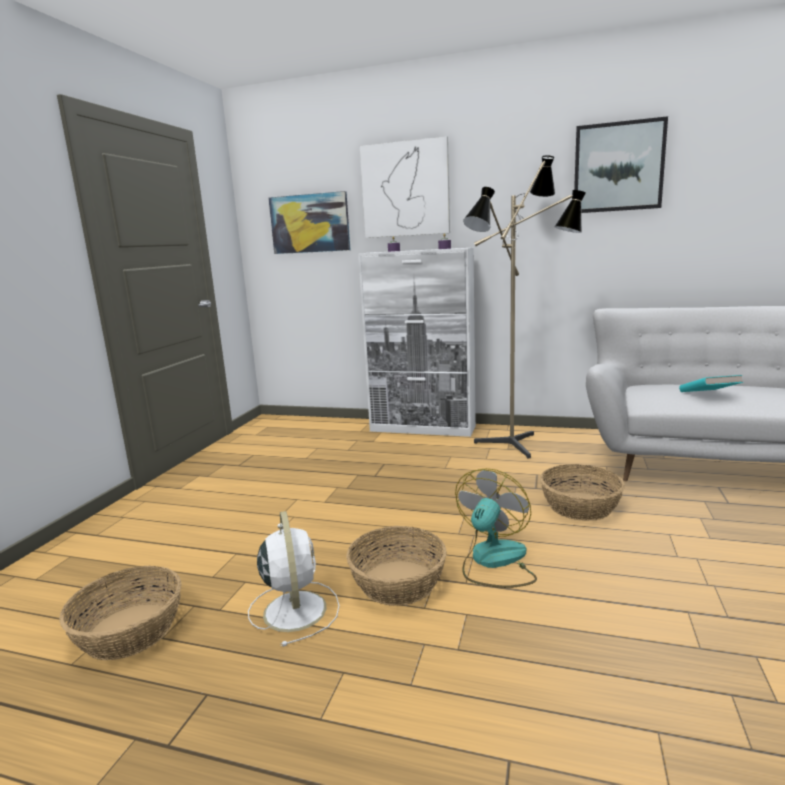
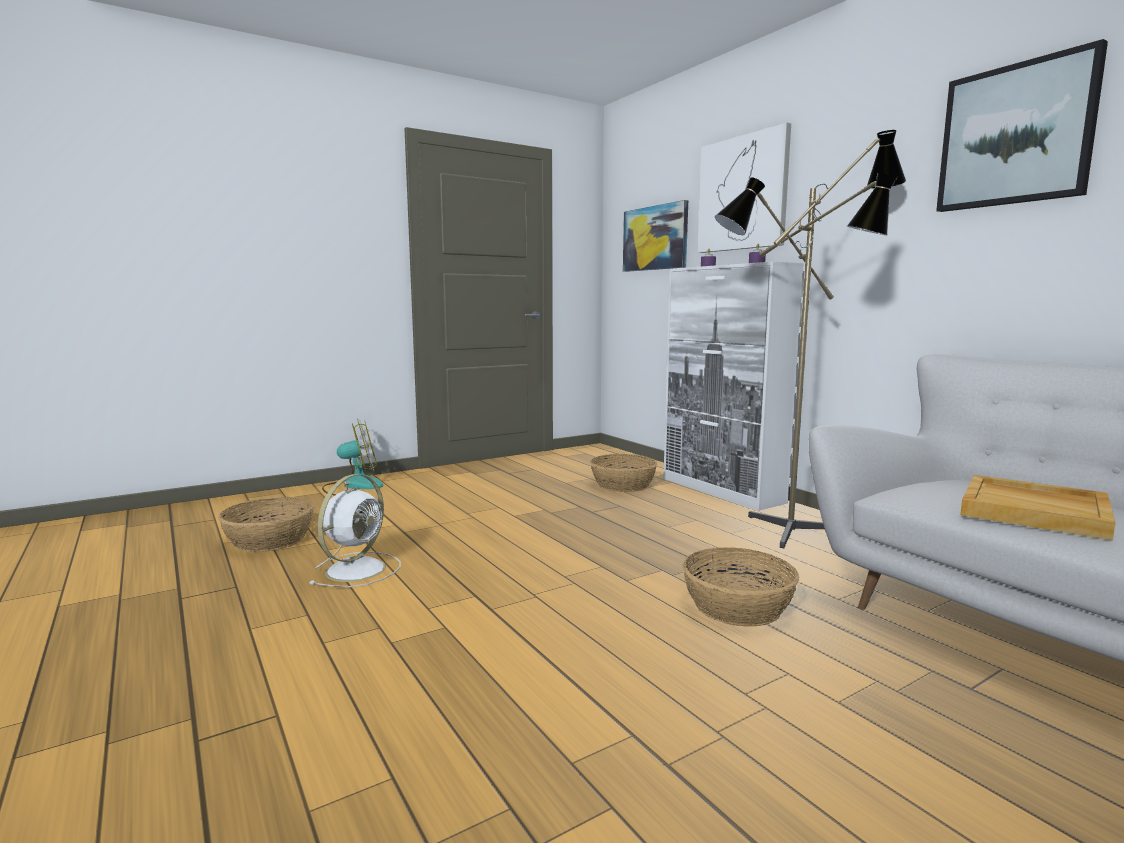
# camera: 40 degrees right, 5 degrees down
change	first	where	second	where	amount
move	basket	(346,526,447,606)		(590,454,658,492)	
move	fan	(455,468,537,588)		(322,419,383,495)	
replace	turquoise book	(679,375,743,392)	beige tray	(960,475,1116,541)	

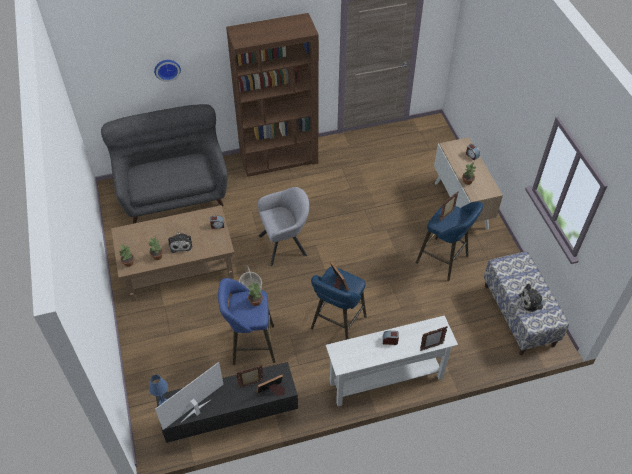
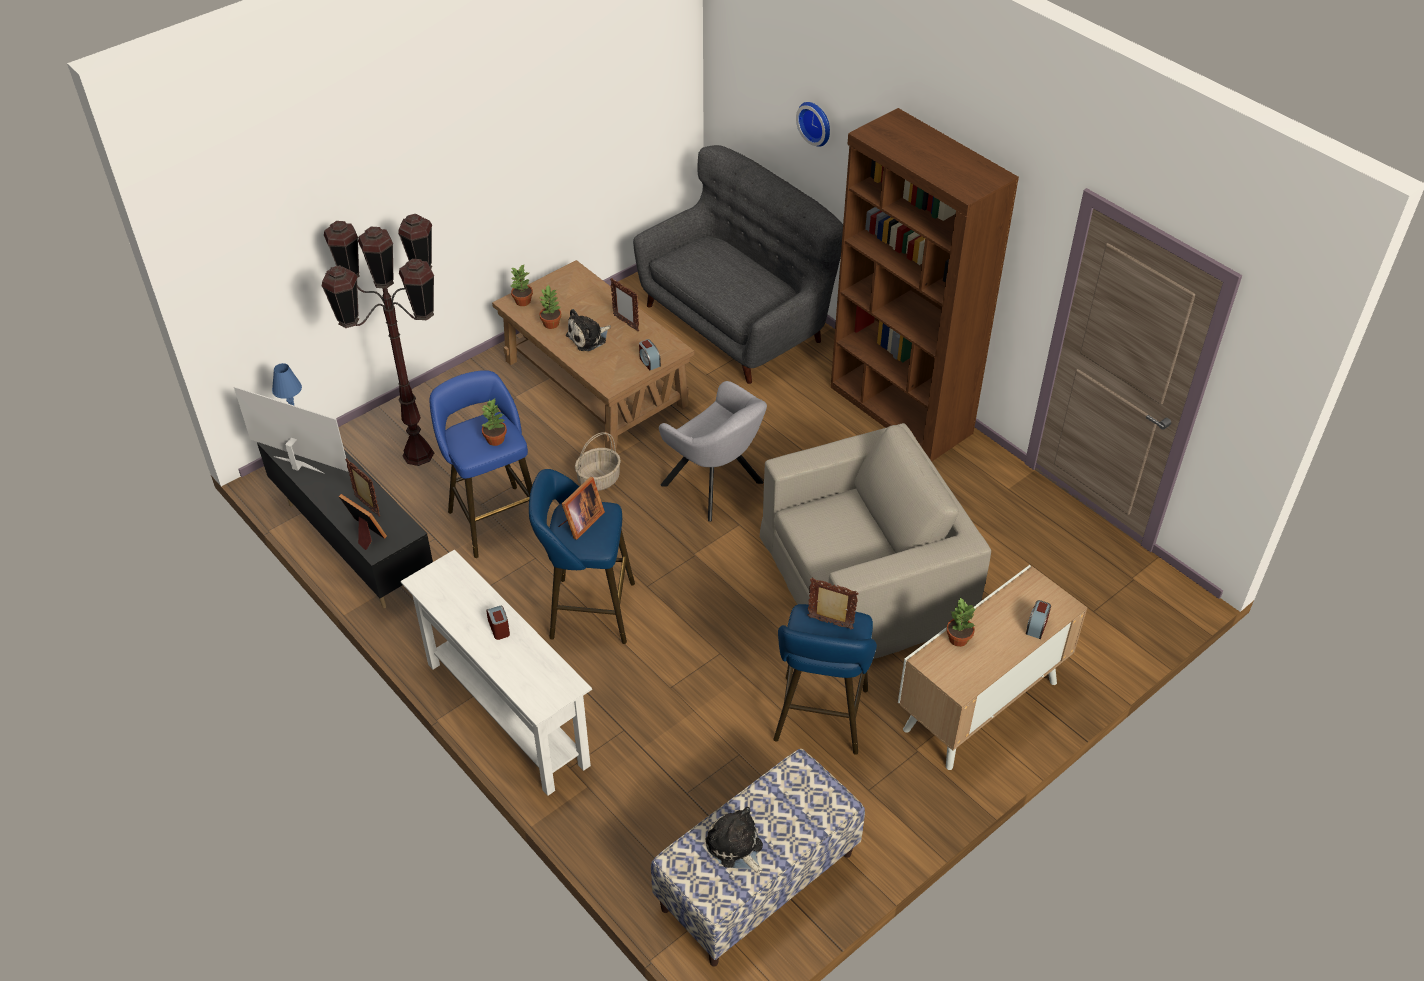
# camera: 65 degrees right, 5 degrees down
change	first	where	second	where	amount
move	picture frame	(420,326,448,351)		(610,278,639,332)	
insert			brown floor lamp	(321,214,434,466)	
insert			beige armchair	(760,423,991,659)	

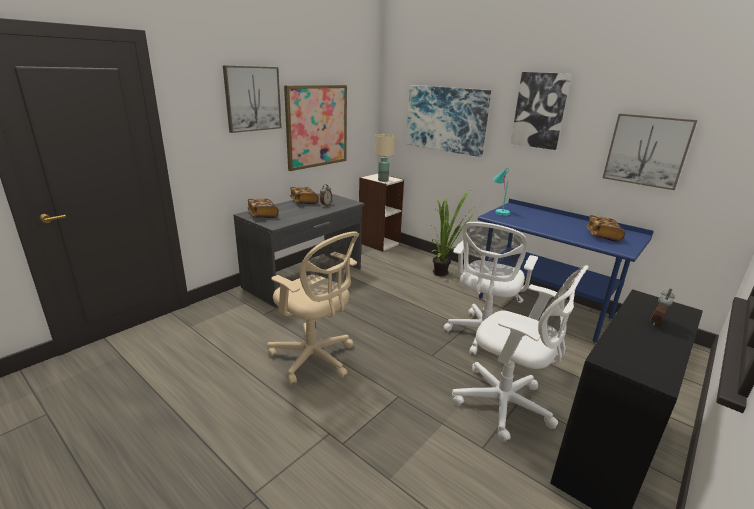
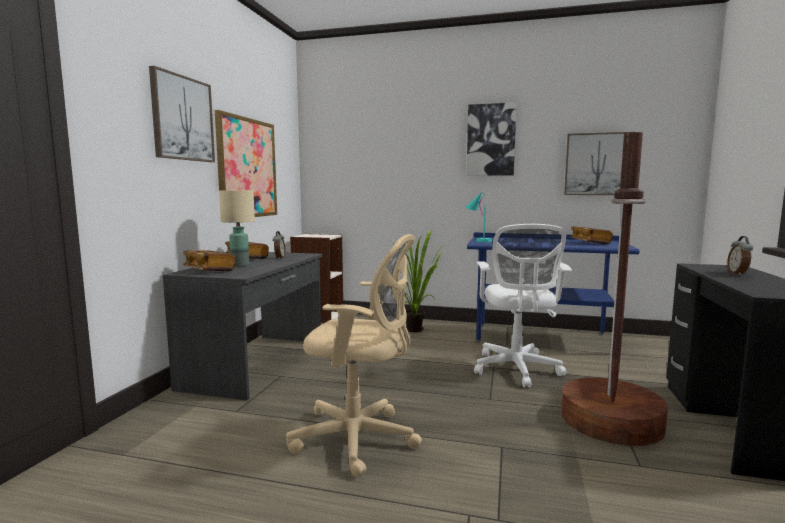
# camera: 25 degrees left, 15 degrees down
change	first	where	second	where	amount
move	beige table lamp	(375,134,395,182)		(219,191,255,267)	
delete	picture	(406,85,491,157)			
replace	white office chair	(452,265,589,442)	brown floor lamp	(561,132,668,446)	

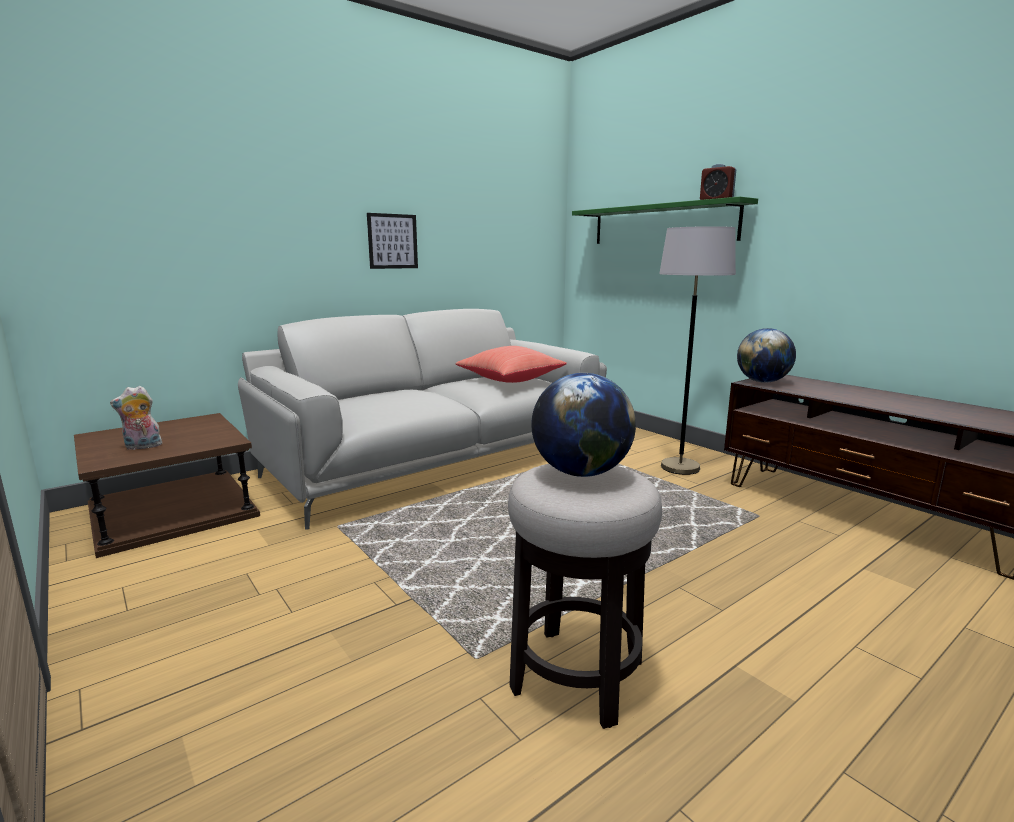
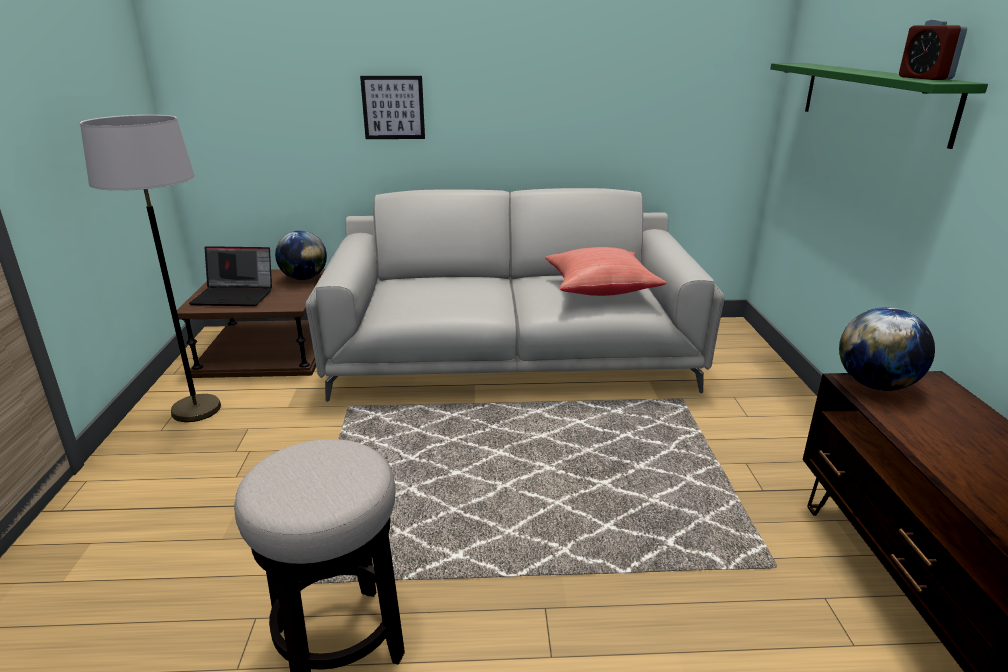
# camera: 35 degrees right, 10 degrees up
change	first	where	second	where	amount
replace	plush toy	(110,386,162,450)	laptop	(189,246,272,306)	
move	picture	(367,213,418,269)		(360,76,425,139)	
move	globe	(531,373,636,477)		(275,230,327,280)	
move	grey floor lamp	(659,226,736,475)		(80,115,221,422)	

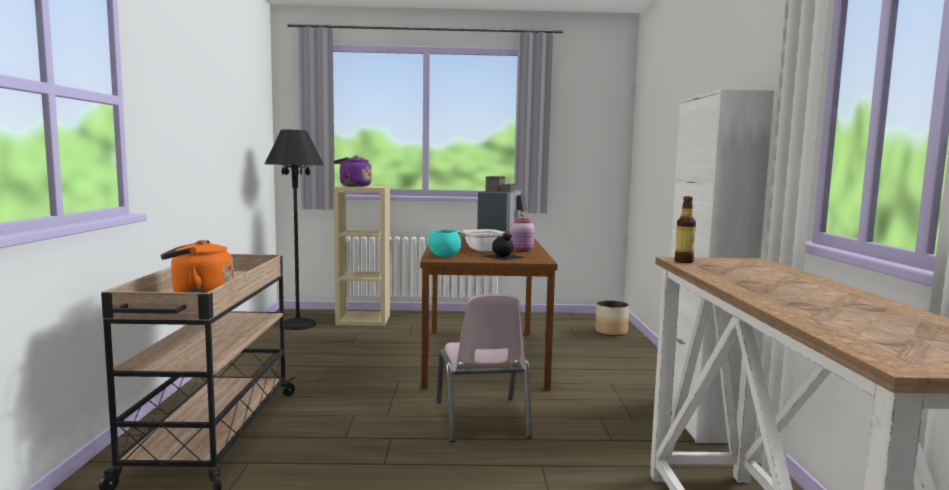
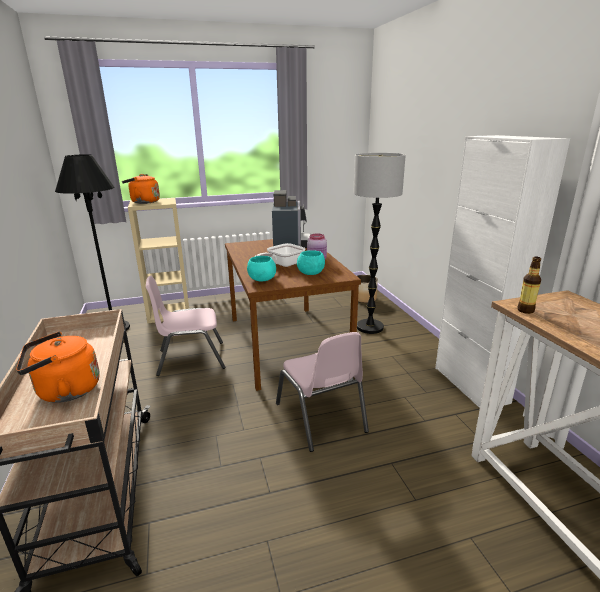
# camera: 15 degrees left, 15 degrees up
change	first	where	second	where	amount
recolor	purple kettle	(333,155,372,187)	orange kettle	(122,174,160,204)	
replace	black bottle	(483,232,526,260)	turquoise bowl	(297,250,325,275)	
insert			pink chair	(146,276,226,376)	
insert			floor lamp	(353,153,406,334)	

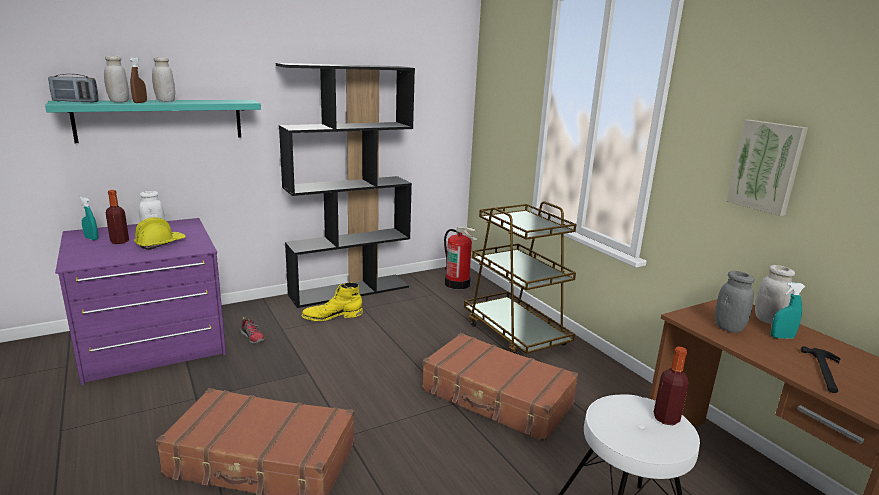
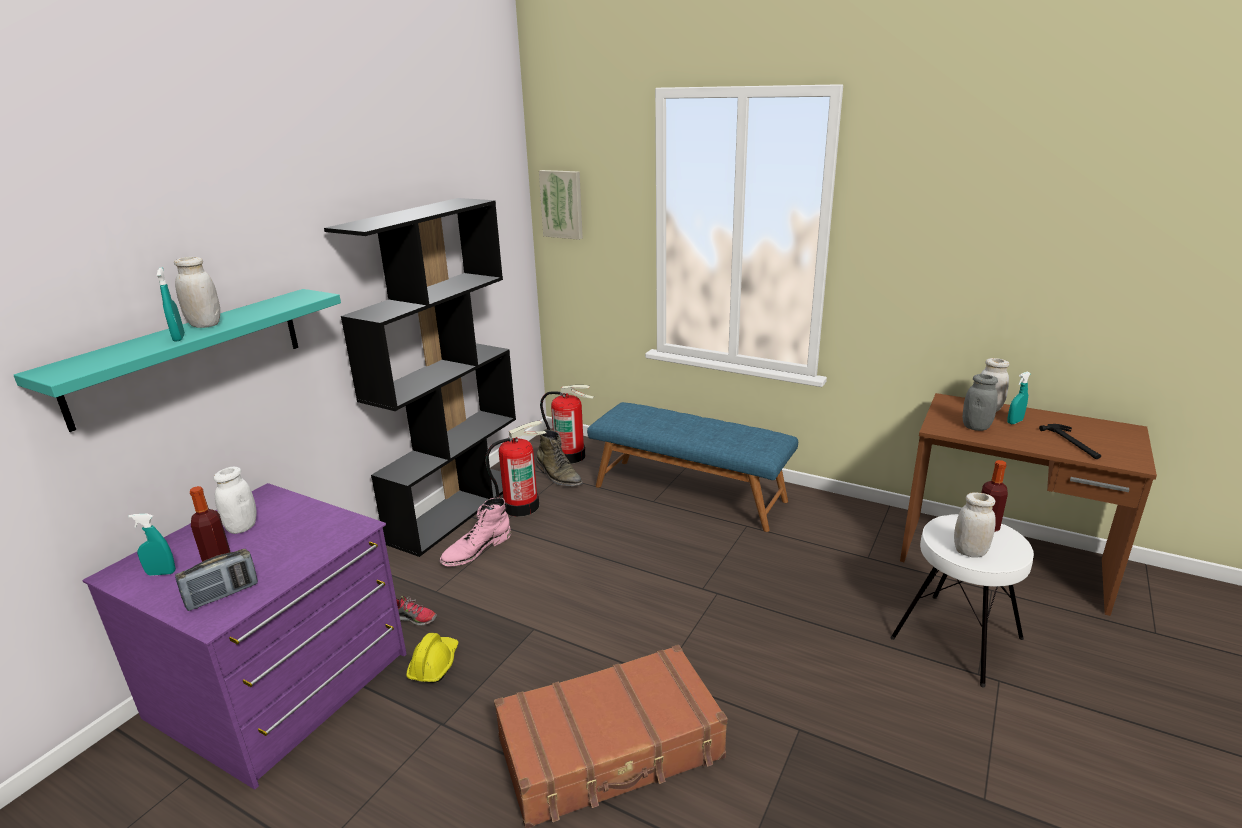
# camera: 30 degrees left, 5 degrees up
change	first	where	second	where	amount
move	radio	(48,74,99,102)		(175,549,258,611)	
move	white jar	(104,56,129,102)		(954,492,996,558)	
recolor	brown spray bottle	(130,57,147,103)	turquoise spray bottle	(157,267,185,342)	
move	yellow hard hat	(134,217,186,250)		(406,633,459,683)	
recolor	yellow boot	(301,282,363,321)	pink boot	(440,498,511,567)	
delete	brown suitcase	(422,333,578,442)			
replace	brown cart	(464,201,576,354)	blue bench	(587,402,798,532)	
move	picture	(727,120,808,216)		(539,170,583,240)	
insert			fire extinguisher	(485,420,546,517)	
insert			green boot	(536,430,583,486)	

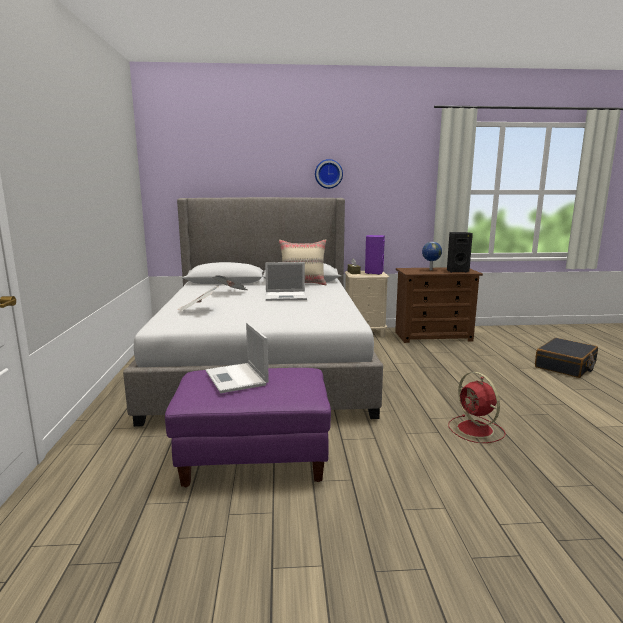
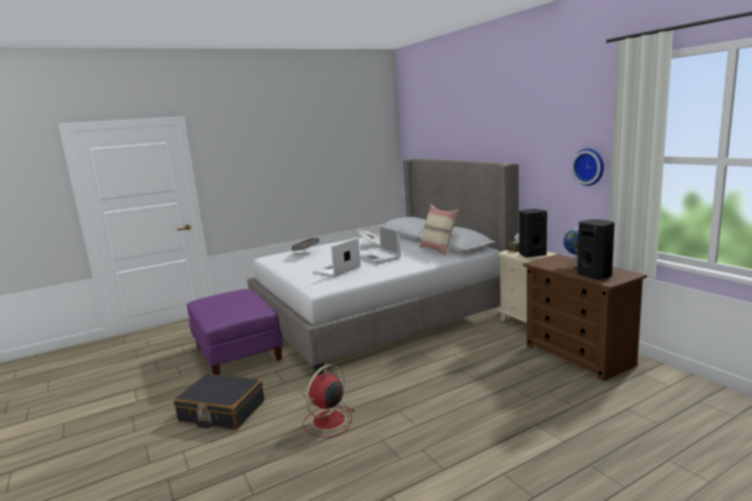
# camera: 65 degrees right, 0 degrees up
change	first	where	second	where	amount
move	laptop	(206,322,269,393)		(313,237,361,277)	
move	wall clock	(315,159,343,189)		(571,148,604,186)	
recolor	purple speaker	(365,235,385,275)	black speaker	(519,209,547,258)	
move	black suitcase	(535,338,598,378)		(174,374,265,430)	

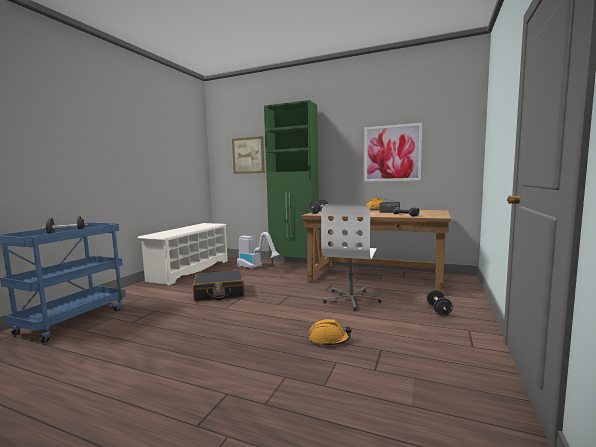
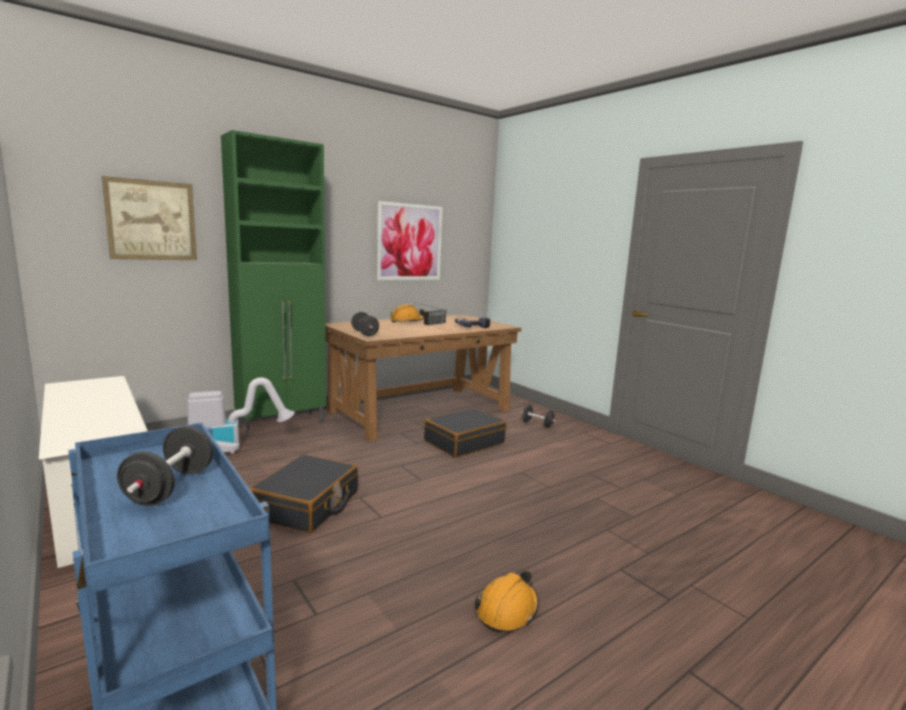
# camera: 60 degrees left, 5 degrees up
change	first	where	second	where	amount
move	orange hard hat	(308,319,352,347)		(474,571,539,633)	
replace	white office chair	(321,204,382,311)	black suitcase	(424,408,506,458)	

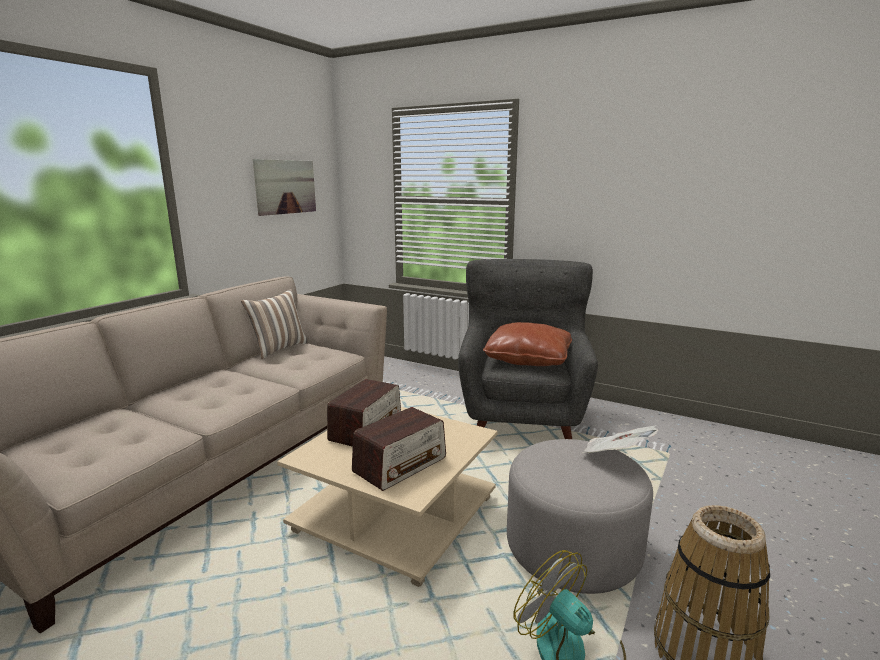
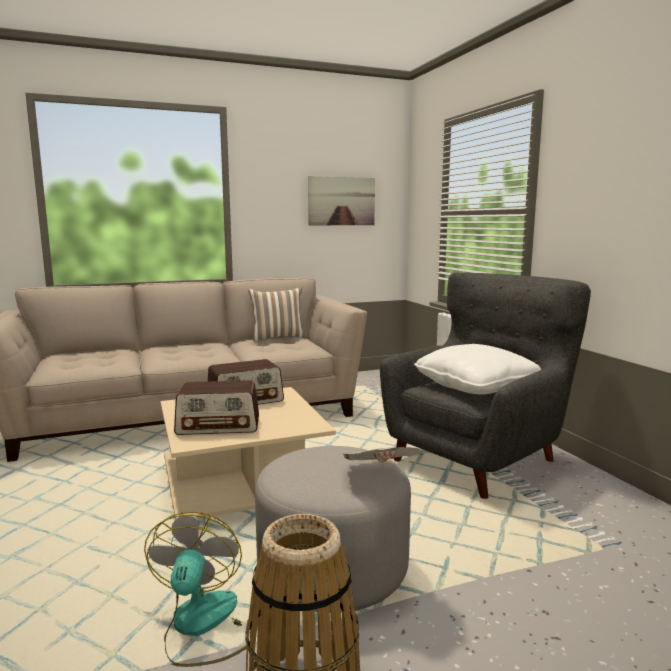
# camera: 40 degrees right, 5 degrees down
change	first	where	second	where	amount
recolor	brown pillow	(483,322,572,366)	white pillow	(414,344,541,394)	

